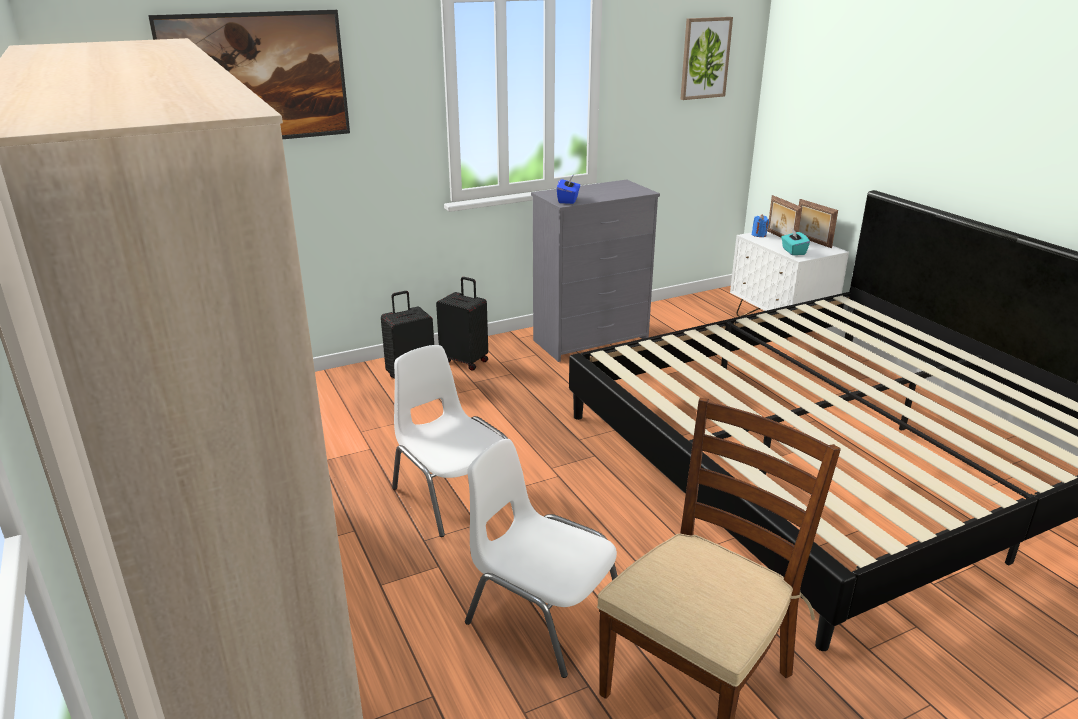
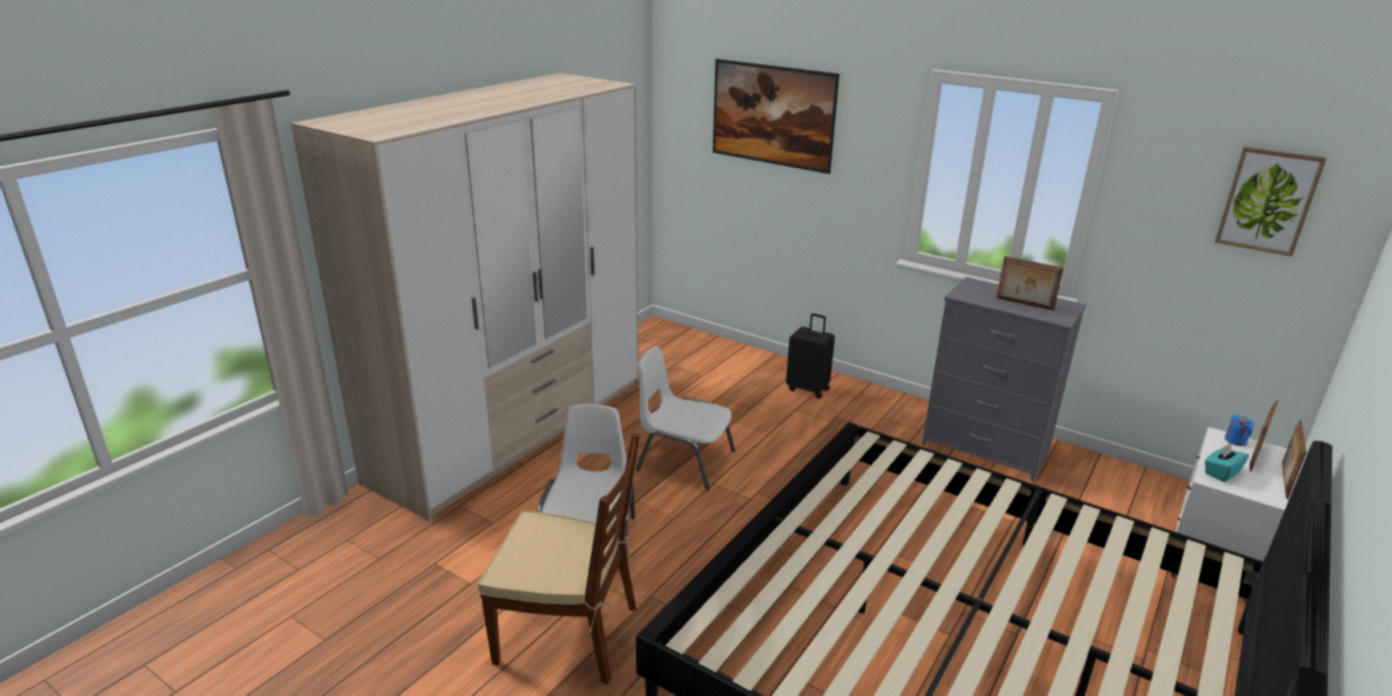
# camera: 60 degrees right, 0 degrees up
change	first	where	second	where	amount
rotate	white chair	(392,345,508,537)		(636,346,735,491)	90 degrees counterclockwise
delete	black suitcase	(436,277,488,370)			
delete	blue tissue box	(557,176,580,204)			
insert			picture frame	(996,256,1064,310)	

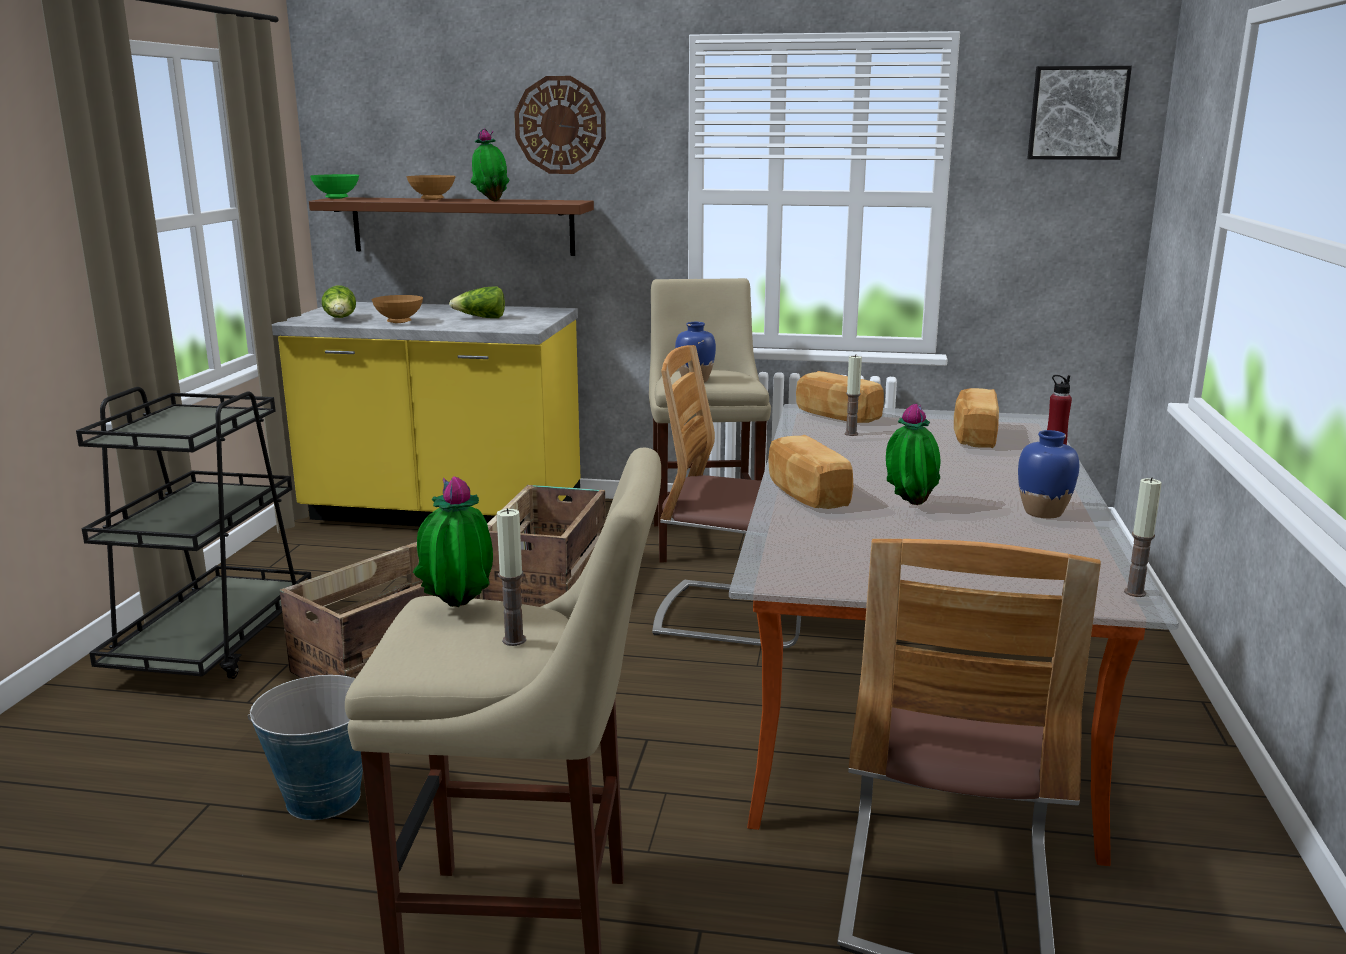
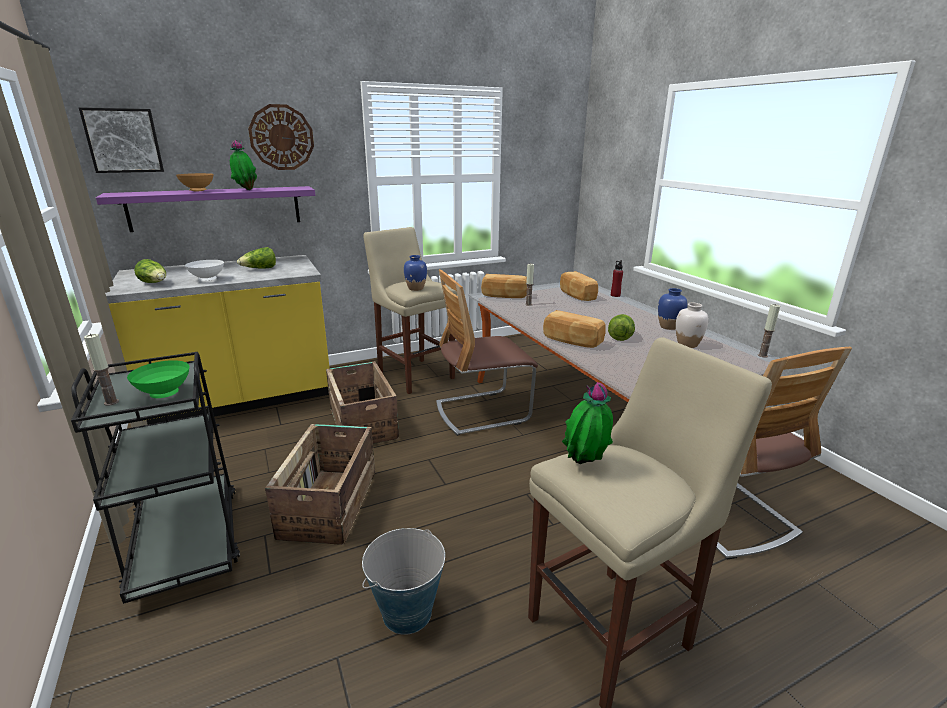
# camera: 35 degrees left, 5 degrees up
change	first	where	second	where	amount
recolor	brown shelf	(309,197,594,256)	purple shelf	(96,186,315,232)	
move	green bowl	(310,174,359,199)		(127,360,189,398)	
recolor	brown bowl	(372,295,423,323)	white bowl	(185,260,224,281)	
move	candle	(496,508,526,646)		(84,334,119,406)	
replace	potted plant	(886,403,941,505)	lettuce	(608,314,635,341)	
move	picture	(1027,66,1132,160)		(79,107,164,173)	
insert			white vase	(676,303,709,348)	

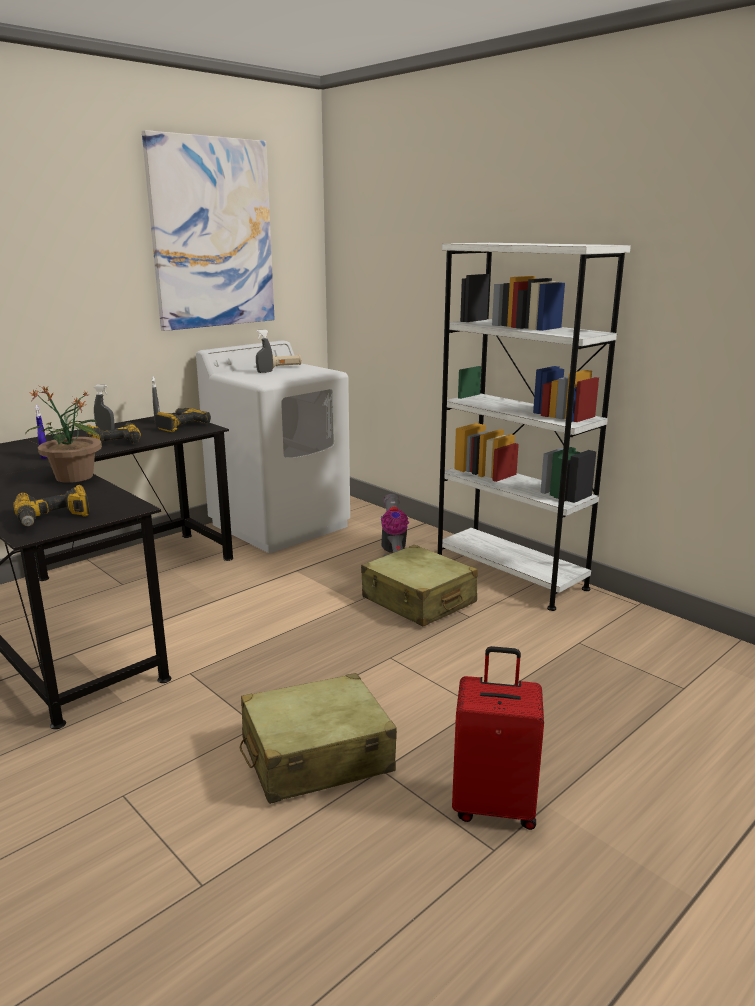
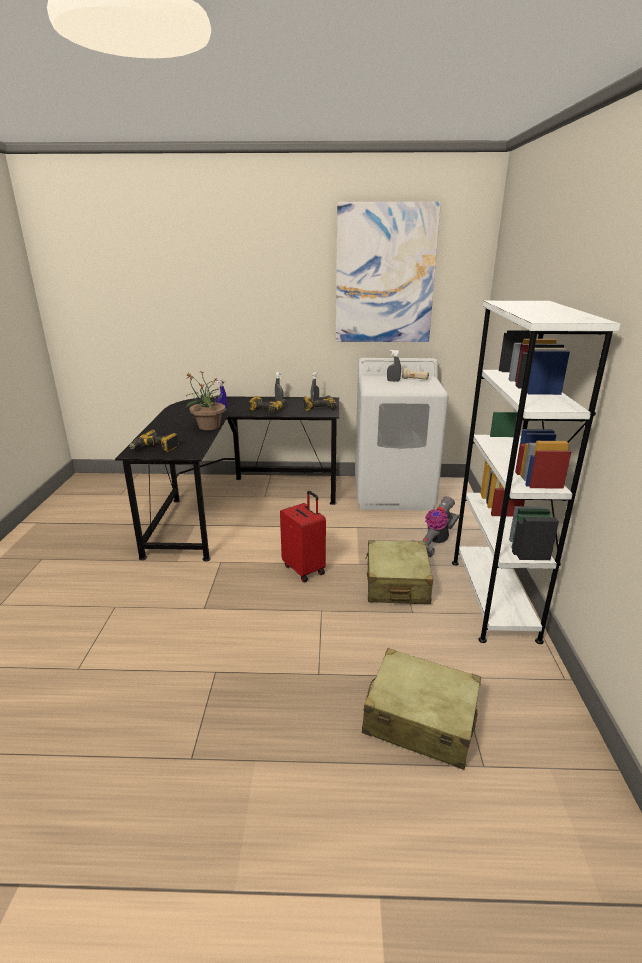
# camera: 45 degrees right, 5 degrees up
change	first	where	second	where	amount
move	beige suitcase	(240,673,397,804)		(362,648,481,770)	
move	red suitcase	(452,646,544,830)		(280,491,326,582)	

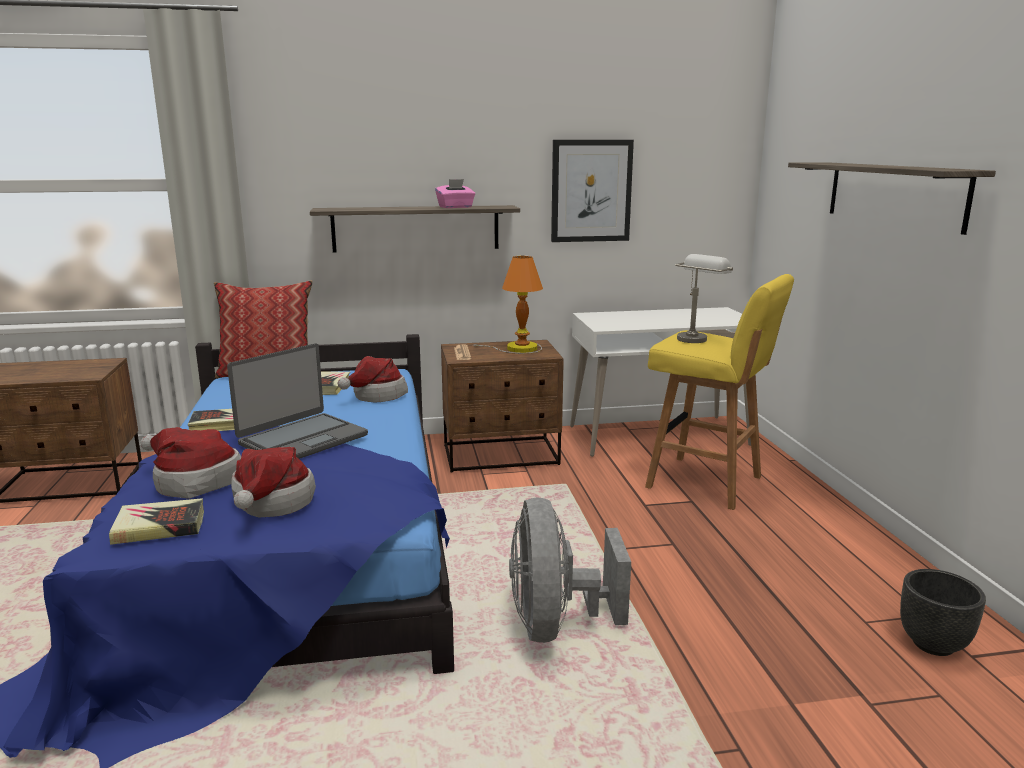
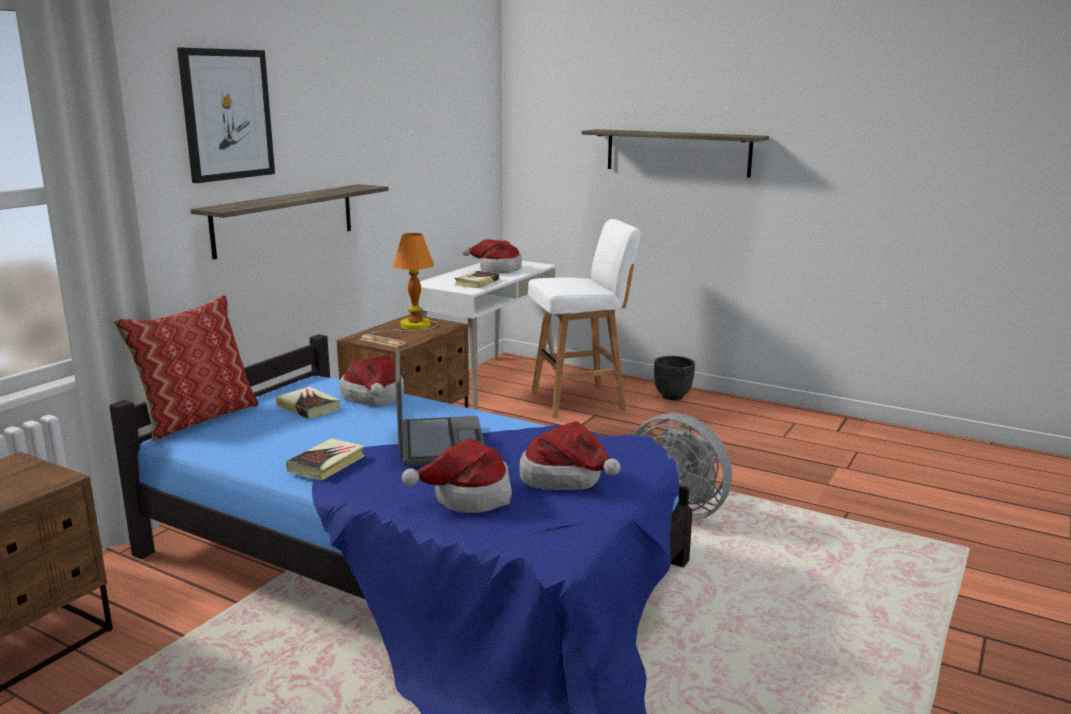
# camera: 50 degrees left, 0 degrees up
change	first	where	second	where	amount
move	book	(109,498,204,545)		(454,271,499,288)	
delete	pink tissue box	(435,179,475,208)			
move	picture	(551,140,634,242)		(177,48,275,183)	
recolor	yellow stool	(645,274,794,510)	white stool	(528,219,641,418)	
delete	grey table lamp	(675,254,733,343)			
move	black planter	(900,569,986,656)		(654,356,695,400)	
insert			hat	(462,239,522,274)	

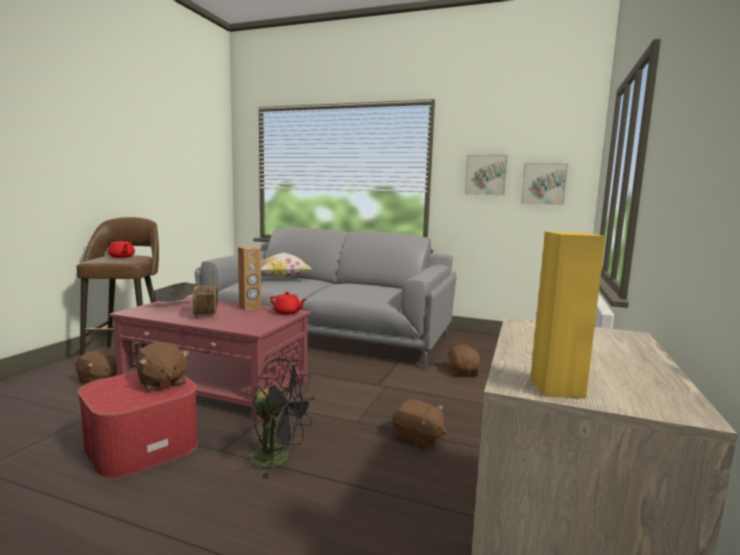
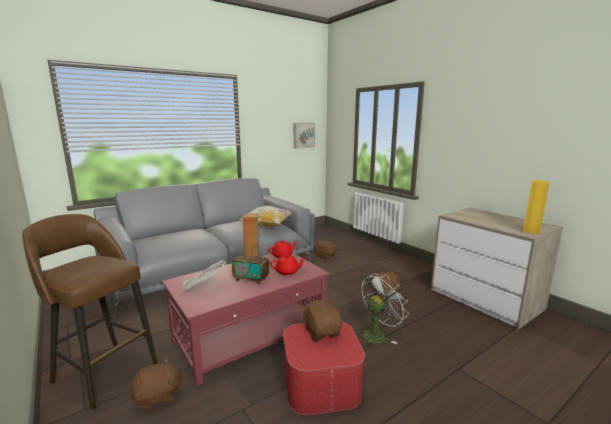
# camera: 55 degrees left, 5 degrees up
change	first	where	second	where	amount
move	red teapot	(108,238,135,258)		(270,255,306,275)	
rotate	brown plush toy	(136,342,190,392)		(302,300,342,341)	105 degrees counterclockwise
recolor	black fan	(248,358,315,479)	white fan	(355,273,409,344)	
move	pillow	(261,253,312,279)		(239,206,291,227)	
delete	picture	(464,155,508,195)			

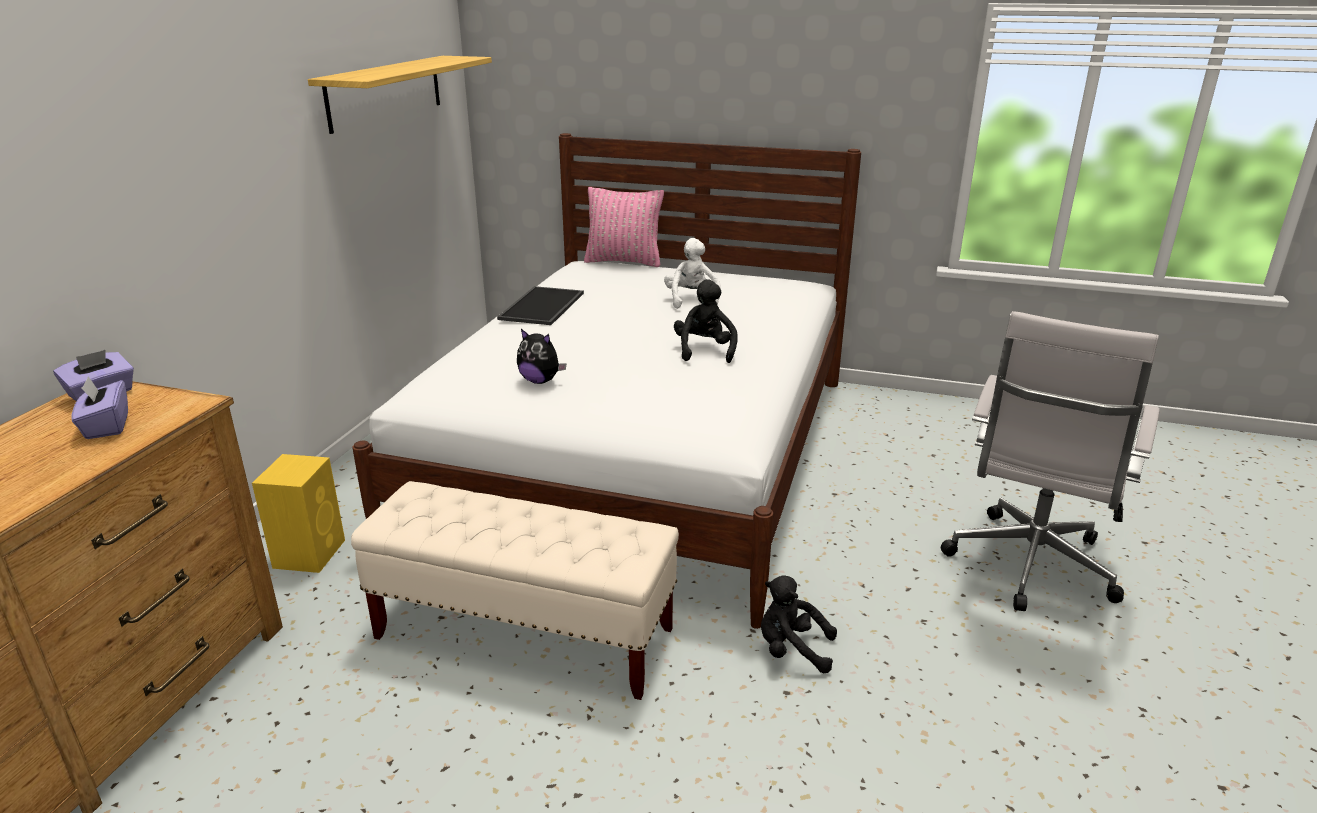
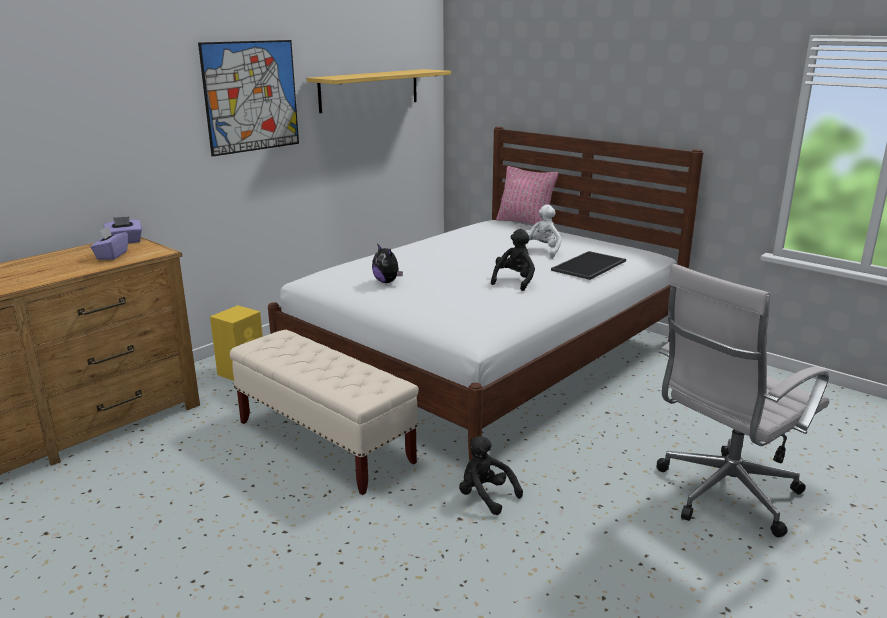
# camera: 25 degrees right, 5 degrees down
change	first	where	second	where	amount
move	tray	(497,286,584,325)		(551,251,626,280)	
insert			picture	(198,40,299,157)	

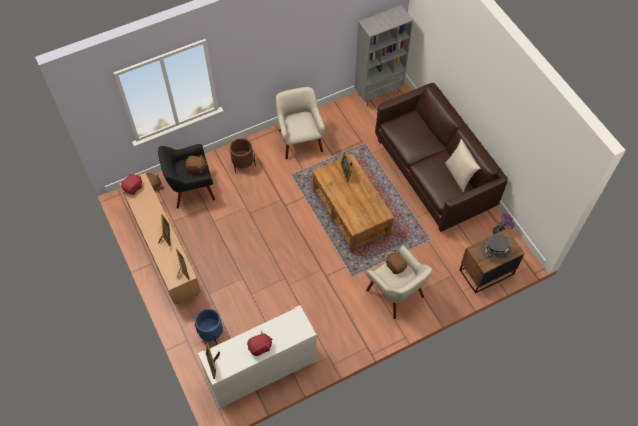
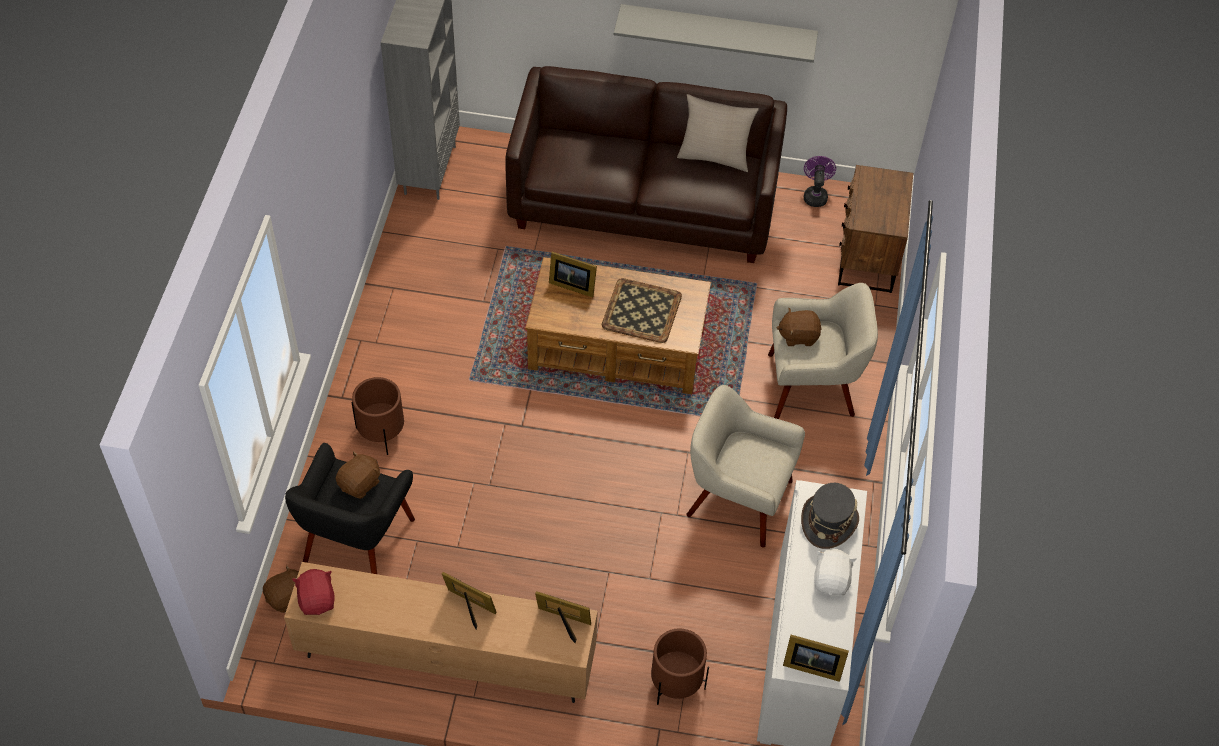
# camera: 55 degrees left, 5 degrees down
change	first	where	second	where	amount
recolor	blue planter	(194,309,223,345)	brown planter	(651,628,709,705)	
recolor	red plush toy	(247,331,272,356)	white plush toy	(814,549,857,595)	
move	beige armchair	(276,87,325,160)		(686,385,805,548)	
move	grey hat	(481,234,511,260)		(801,483,859,549)	
insert			tray	(602,278,682,343)	
insert			grey shelf	(614,4,818,63)	

